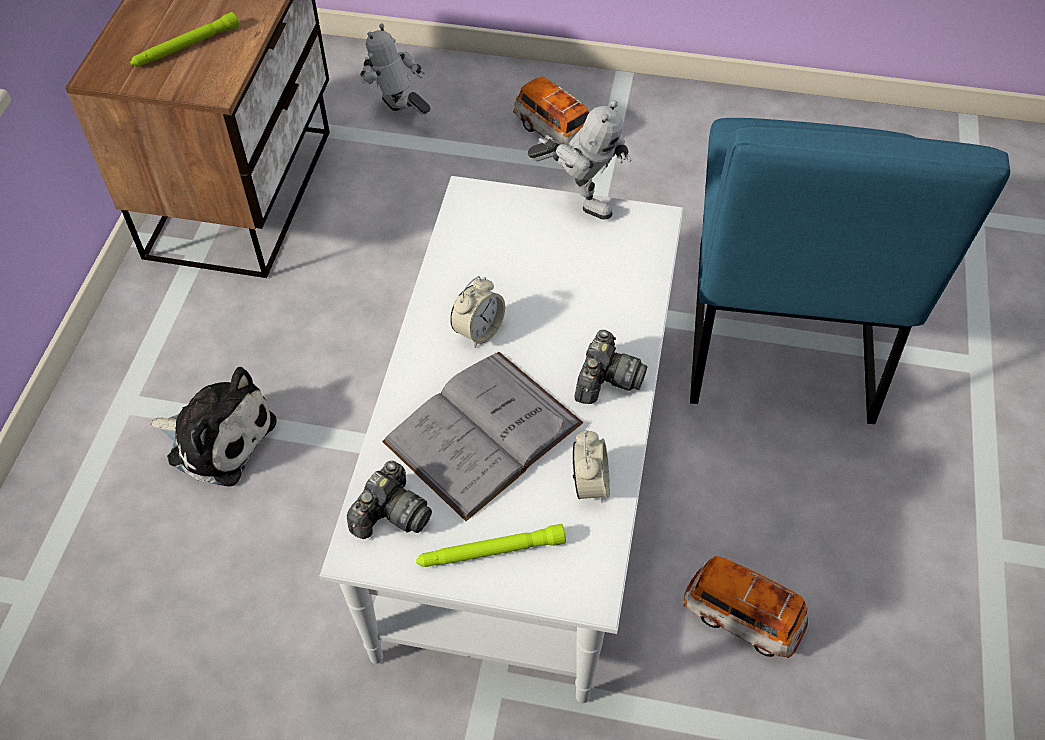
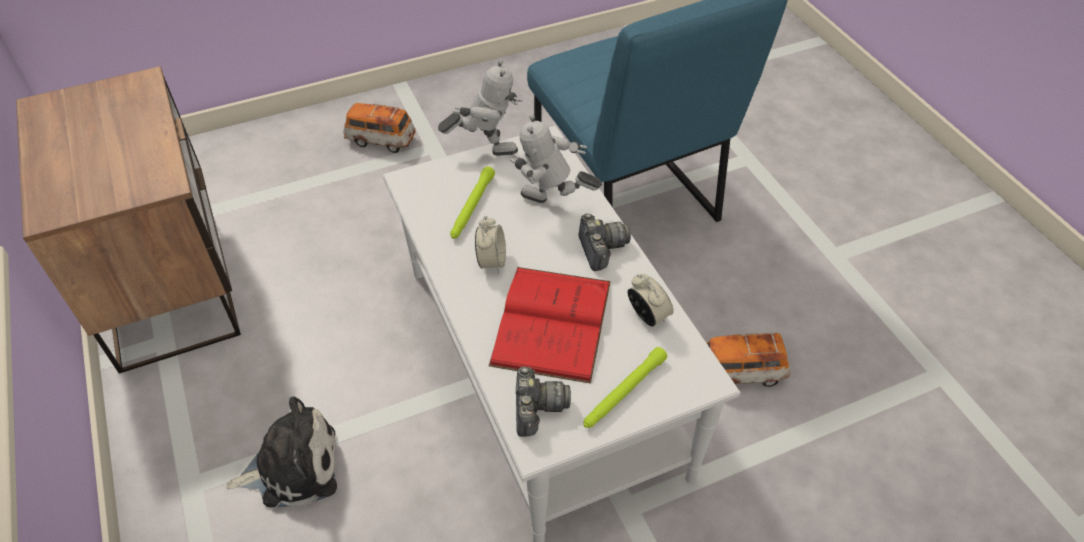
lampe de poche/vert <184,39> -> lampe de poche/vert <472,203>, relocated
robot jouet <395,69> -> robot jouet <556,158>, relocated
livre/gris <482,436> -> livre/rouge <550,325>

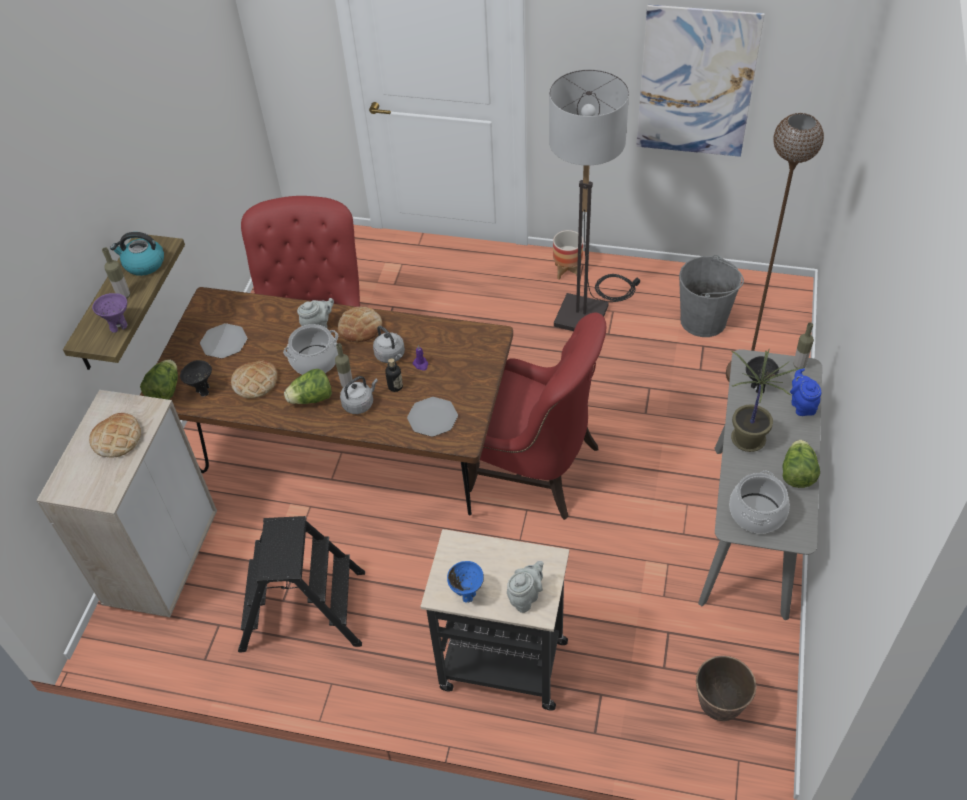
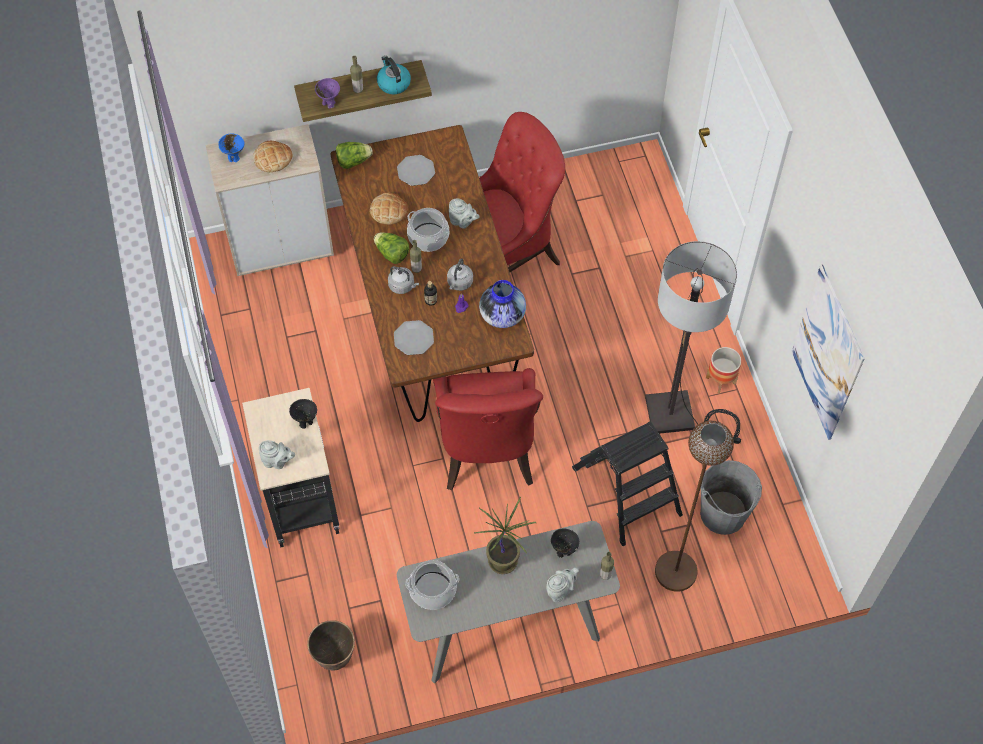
pain <360,324> -> none
bol/noir <196,378> -> bol/noir <303,414>, relocated
théière/bleu <805,392> -> théière/gris <562,585>
laitue <801,464> -> none
escabeau/noir <301,584> -> escabeau/noir <627,483>, relocated
bol/bleu <465,582> -> bol/bleu <231,147>, relocated
none -> vase <502,304>

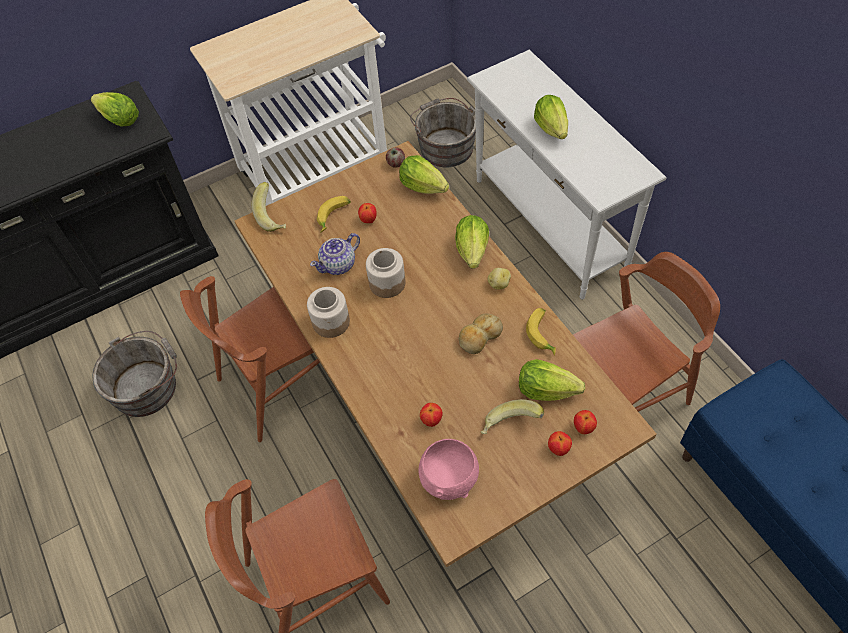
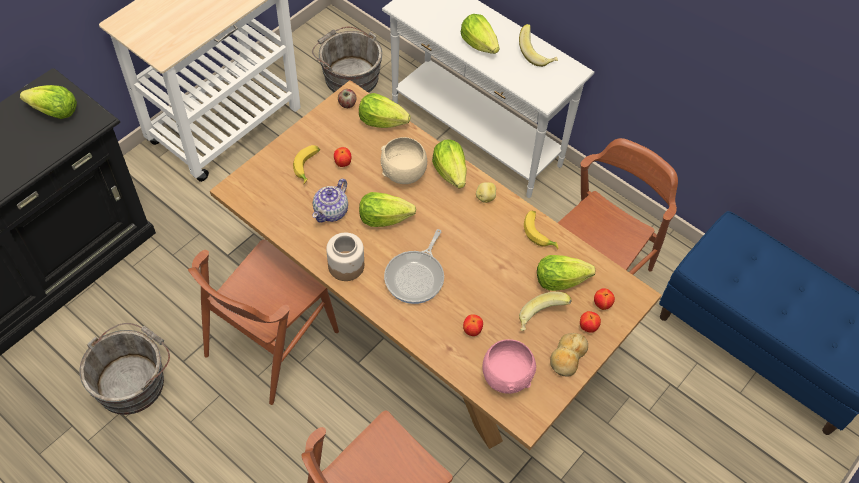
banane <269,207> -> banane <538,45>, relocated
bocal <386,273> -> laitue <387,209>
pain <481,334> -> pain <569,355>, relocated
none -> bol/beige <404,160>
none -> poêle <414,266>

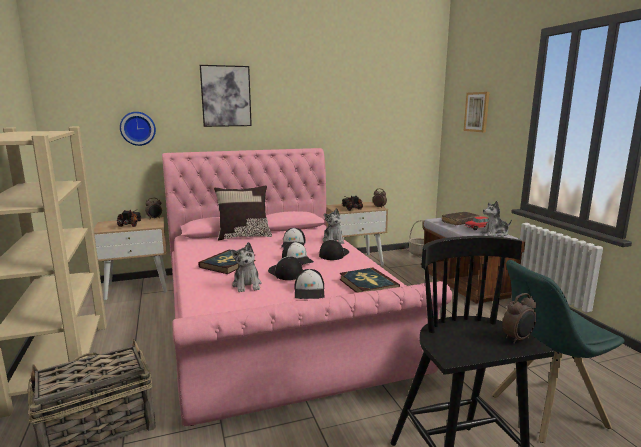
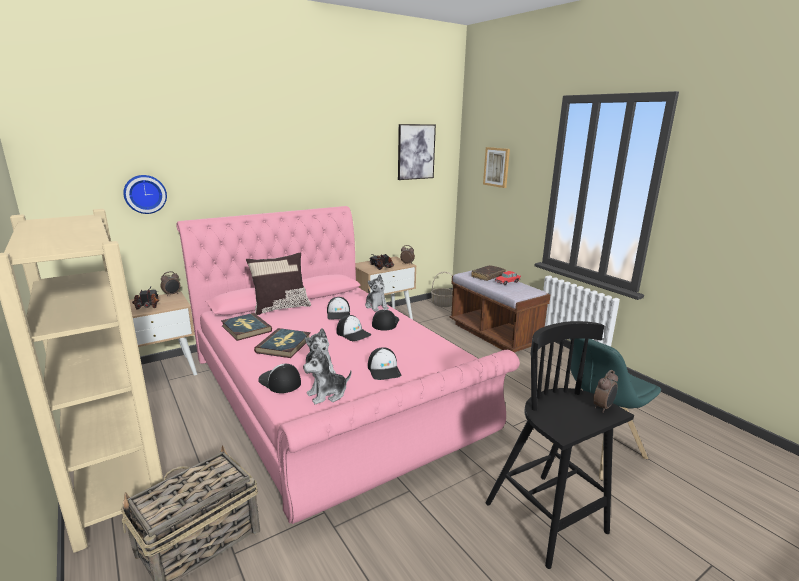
tableau <226,96> -> tableau <417,152>, relocated
peluche <496,219> -> peluche <327,376>, relocated
casquette <285,268> -> casquette <279,378>, relocated
livre <369,280> -> livre <246,327>, relocated

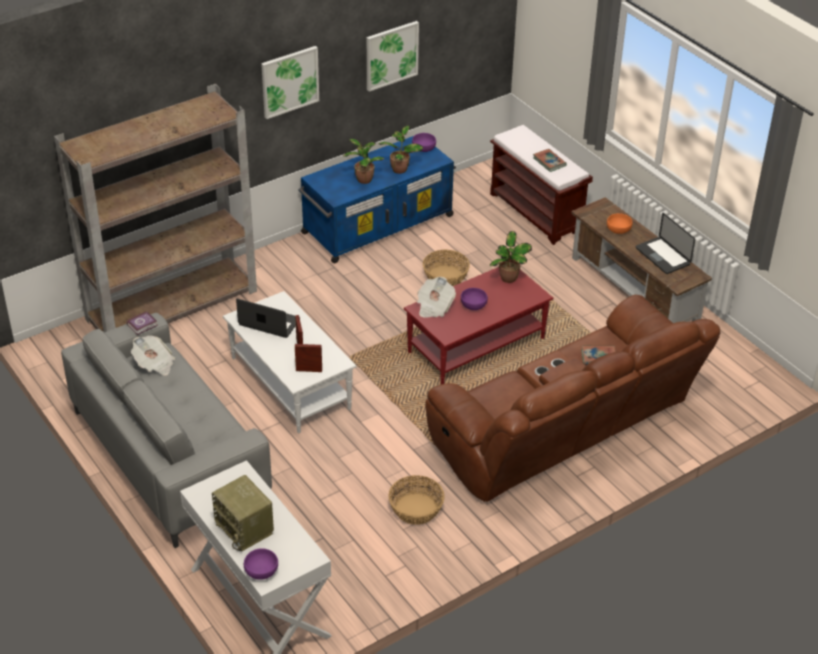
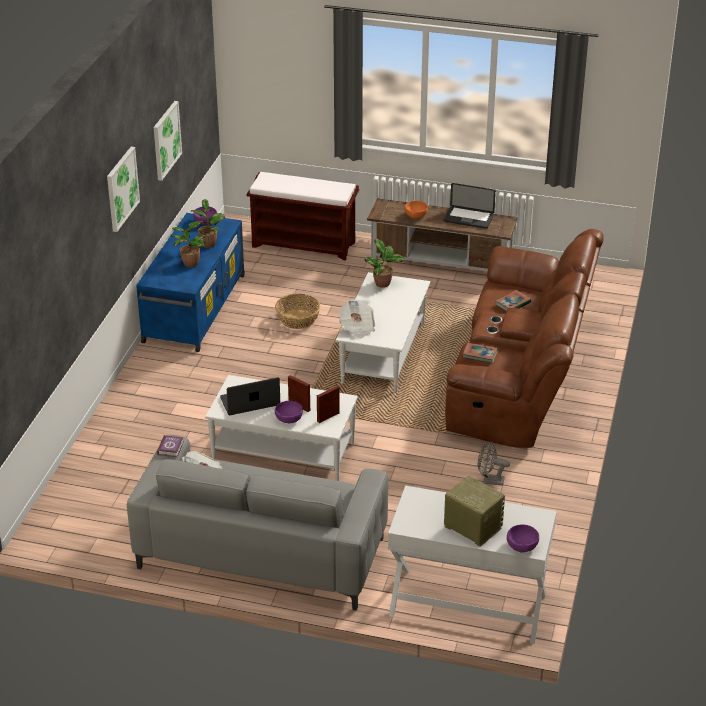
bibliothèque/marron <155,208> -> none
livre <550,160> -> livre <480,353>, relocated
table basse/rouge <478,325> -> table basse/blanc <383,332>
bol/violet <474,299> -> bol/violet <289,412>, relocated
radio <243,513> -> radio <474,511>, 150 degrees counterclockwise
panier <416,500> -> ventilateur/gris <494,464>

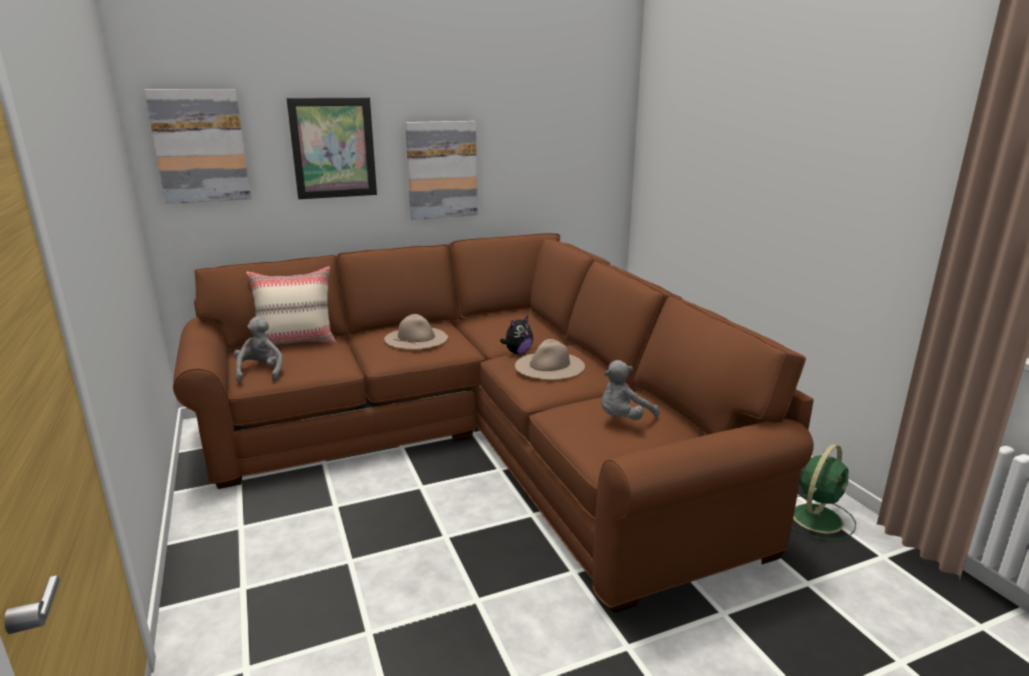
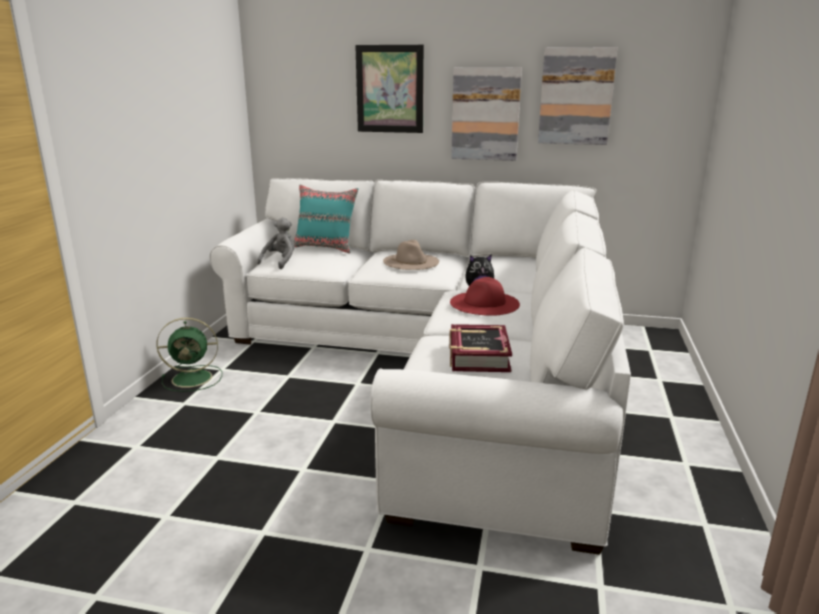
tableau <197,146> -> tableau <578,96>, relocated
canapé/marron <493,423> -> canapé/blanc <420,366>
coussin/beige <291,305> -> coussin/turquoise <326,218>
chapeau/beige <550,359> -> chapeau/rouge <485,296>
peluche/gris <630,390> -> livre <480,348>
ventilateur/vert <823,492> -> ventilateur/vert <189,355>, relocated

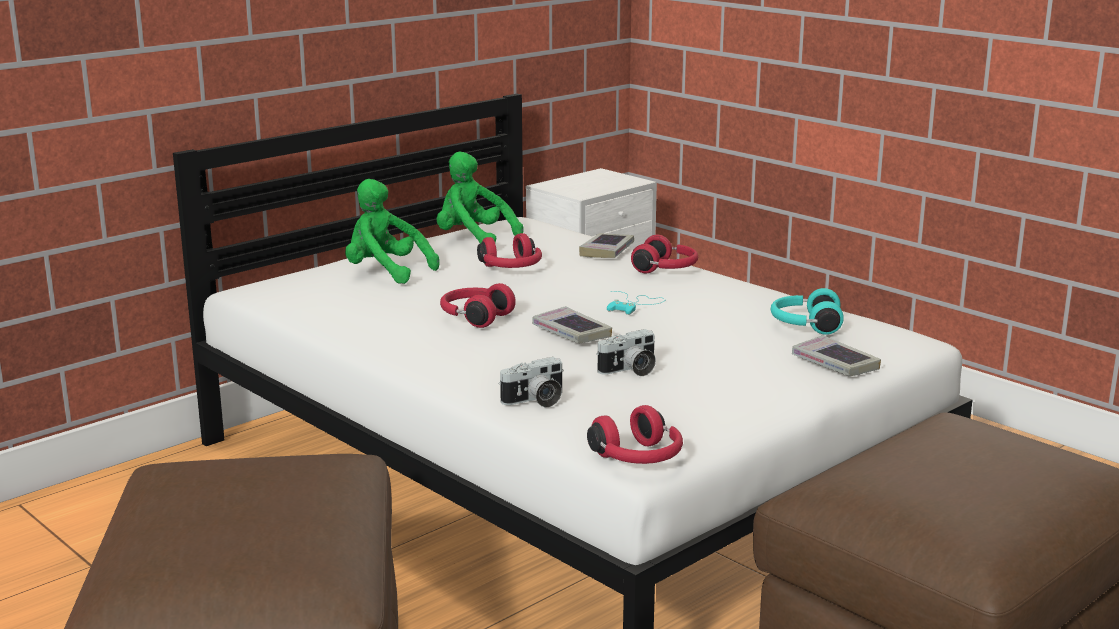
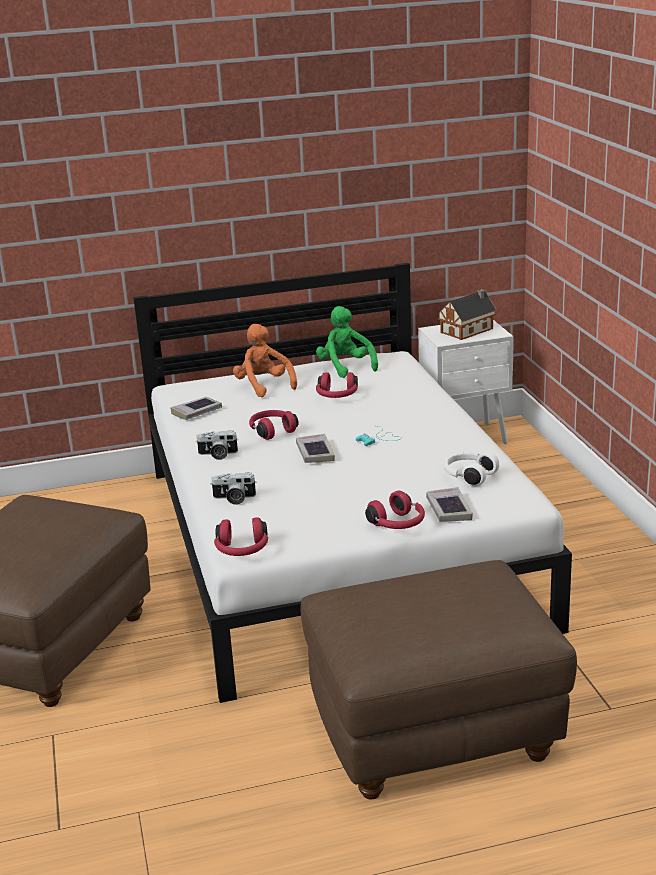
peluche/vert <392,231> -> peluche/orange <265,360>
livre <606,245> -> livre <196,408>, relocated
casque audio/rouge <664,254> -> casque audio/rouge <395,510>, relocated
casque audio/turquoise <807,311> -> casque audio/blanc <471,468>
appareil photo <626,352> -> appareil photo <217,445>, relocated
none -> maison miniature <467,314>

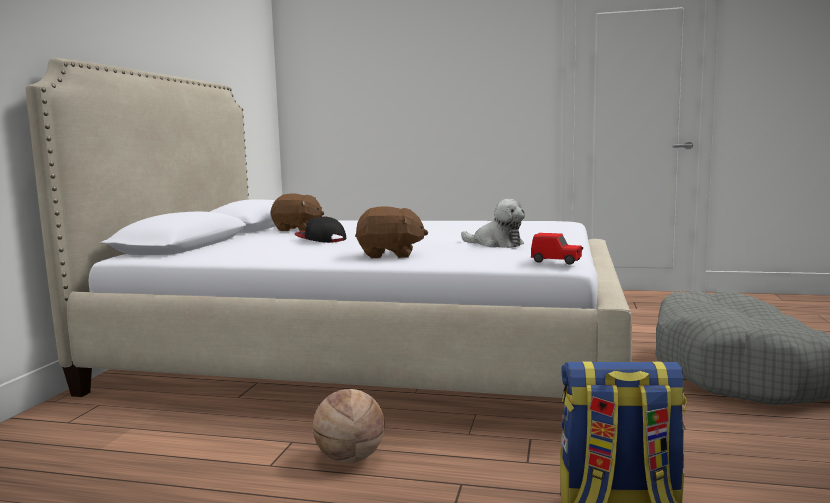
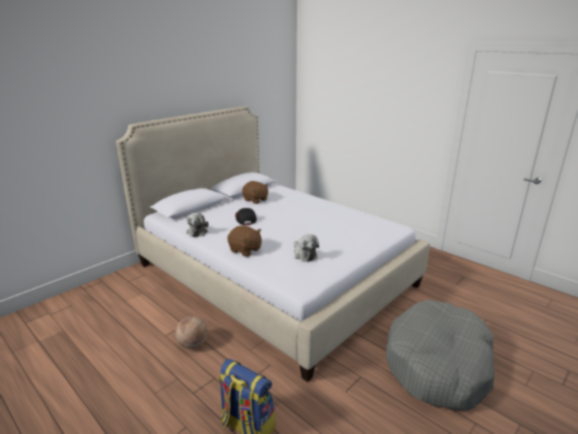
petite voiture/rouge <557,249> -> none
none -> peluche <197,225>

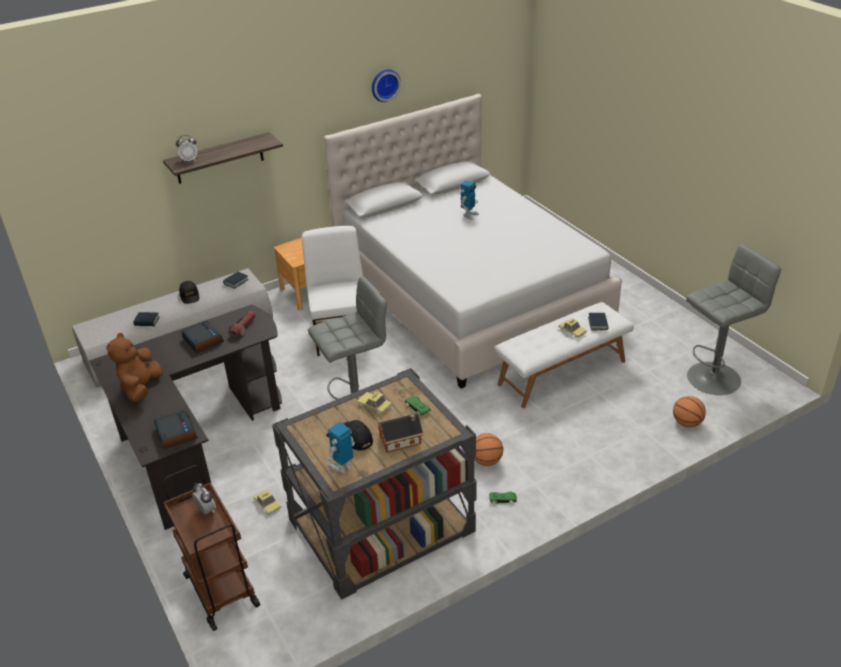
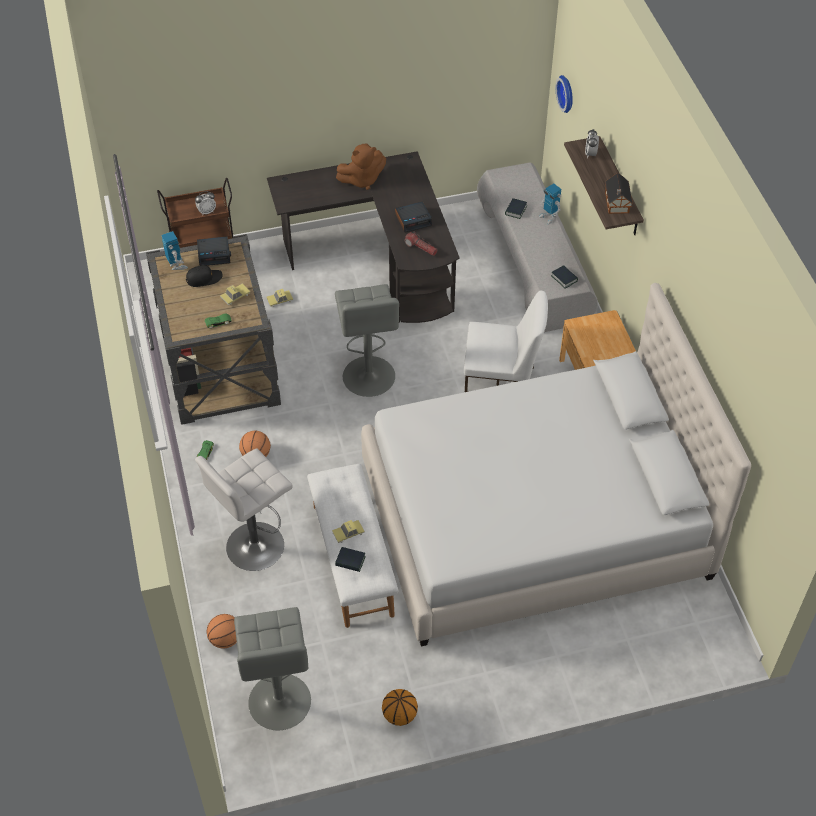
horloge murale <386,85> -> horloge murale <564,94>, relocated
robot jouet <470,200> -> robot jouet <550,204>, relocated
casquette/noir <189,292> -> none
peluche/marron <134,367> -> peluche/marron <361,167>, 135 degrees clockwise
réveil <176,430> -> réveil <214,251>, relocated
maison miniature <400,433> -> maison miniature <619,193>, relocated
none -> tabouret/blanc <244,509>
none -> ballon de basket <400,707>

